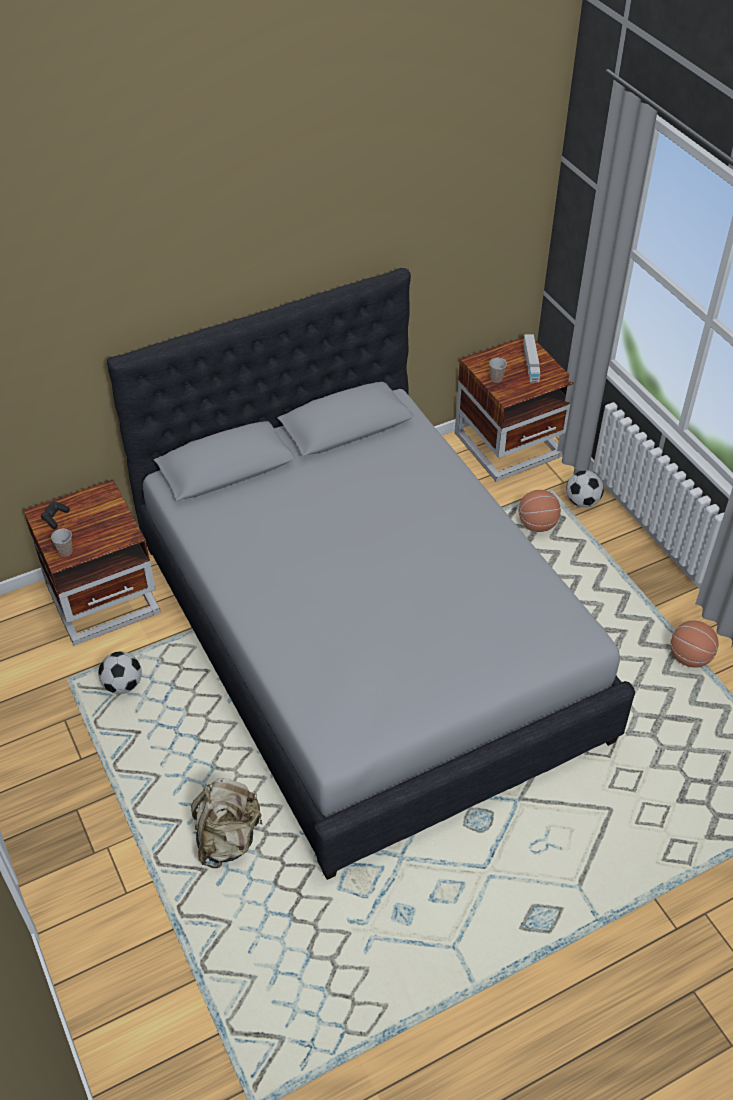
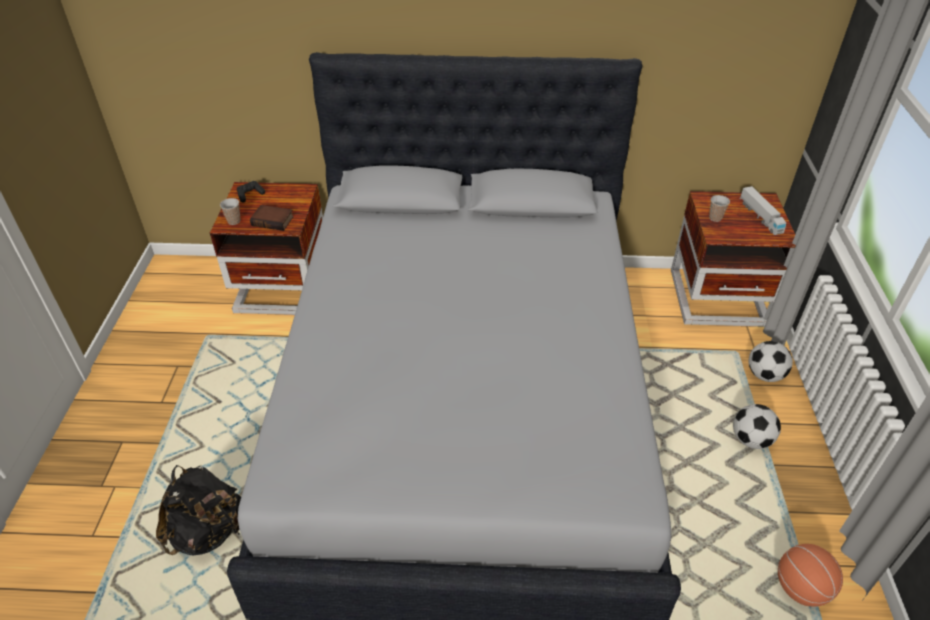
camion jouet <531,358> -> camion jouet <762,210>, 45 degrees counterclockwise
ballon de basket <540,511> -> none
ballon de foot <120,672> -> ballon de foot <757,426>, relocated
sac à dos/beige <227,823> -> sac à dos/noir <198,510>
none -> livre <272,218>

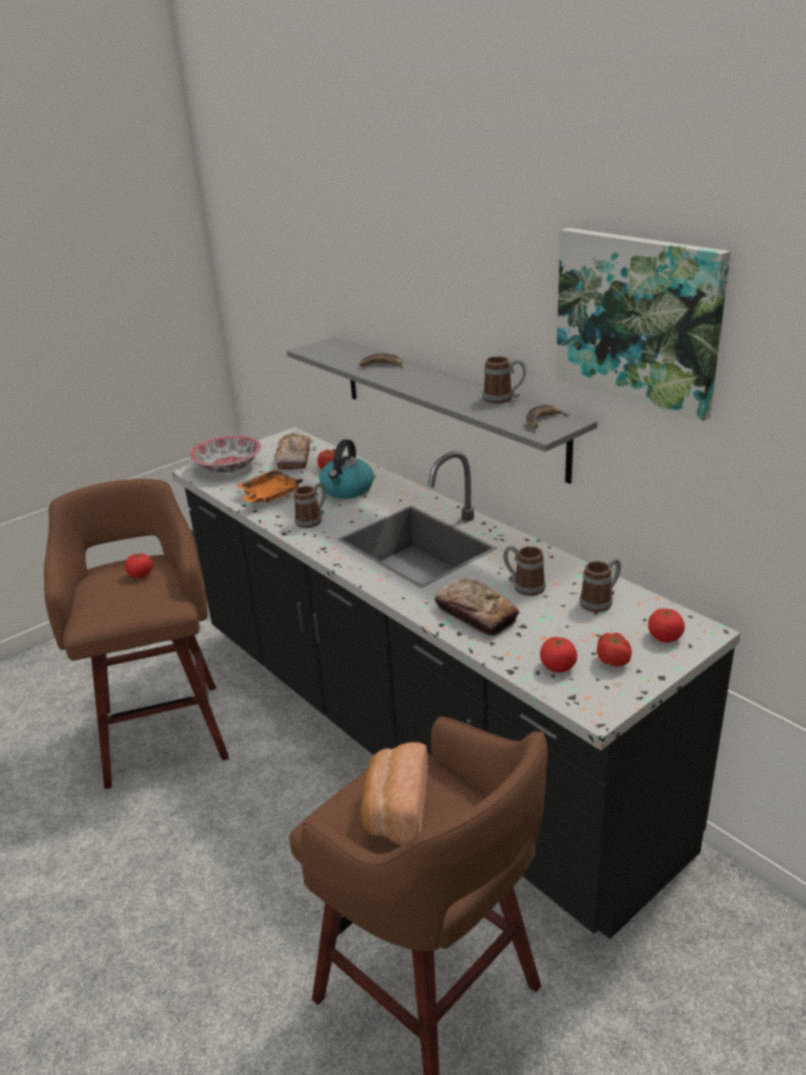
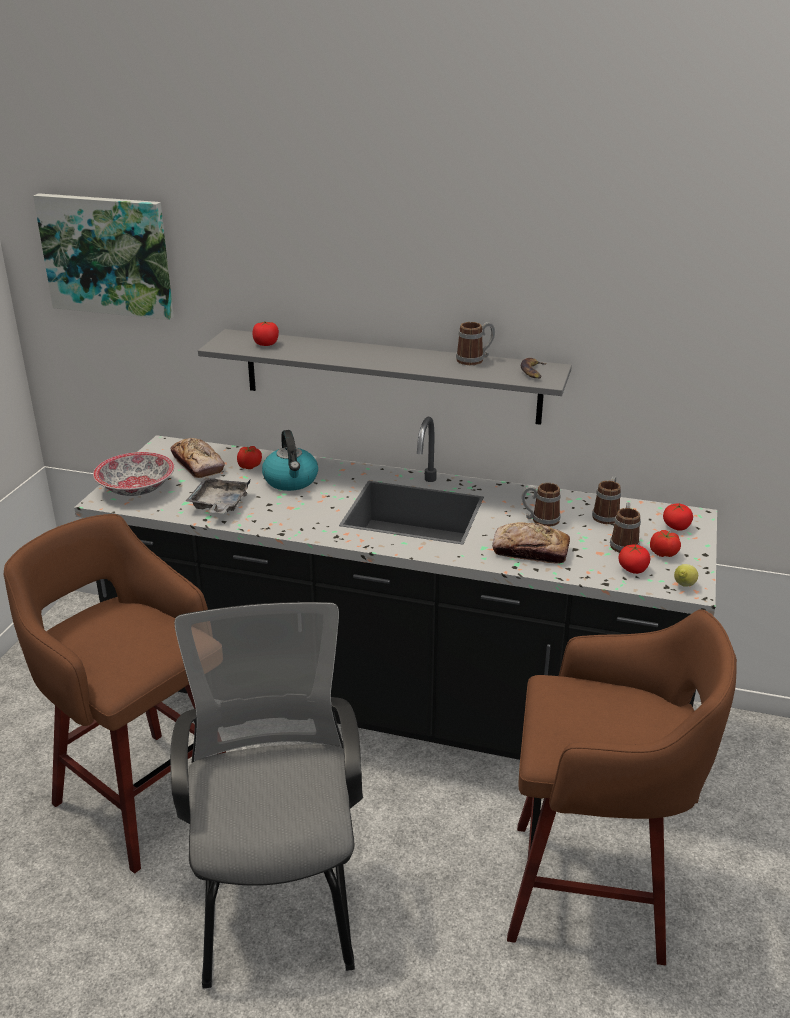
tableau <643,325> -> tableau <103,256>, relocated
banane <381,361> -> none
plateau/orange <270,486> -> plateau/gris <218,495>
mug <310,505> -> mug <625,528>, relocated
tomate <139,565> -> tomate <265,333>, relocated
pain <394,793> -> none
none -> citron <686,575>
none -> chaise <266,795>

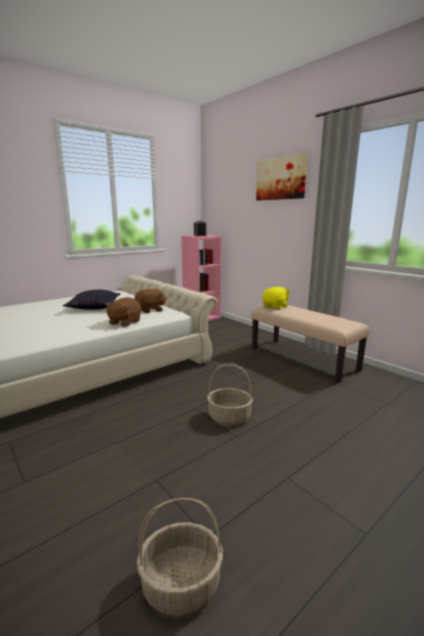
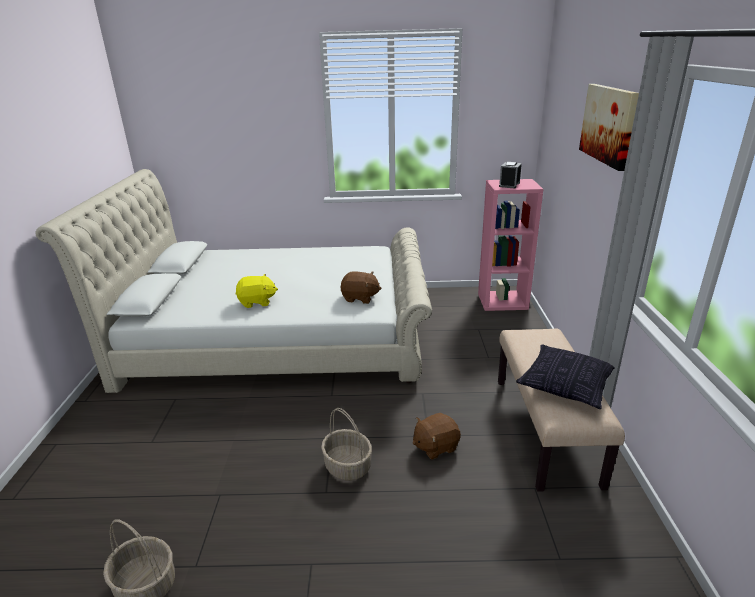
peluche/jaune <276,298> -> peluche/jaune <256,291>, relocated
coussin <91,300> -> coussin <565,376>, relocated
peluche/marron <123,312> -> peluche/marron <437,436>, relocated

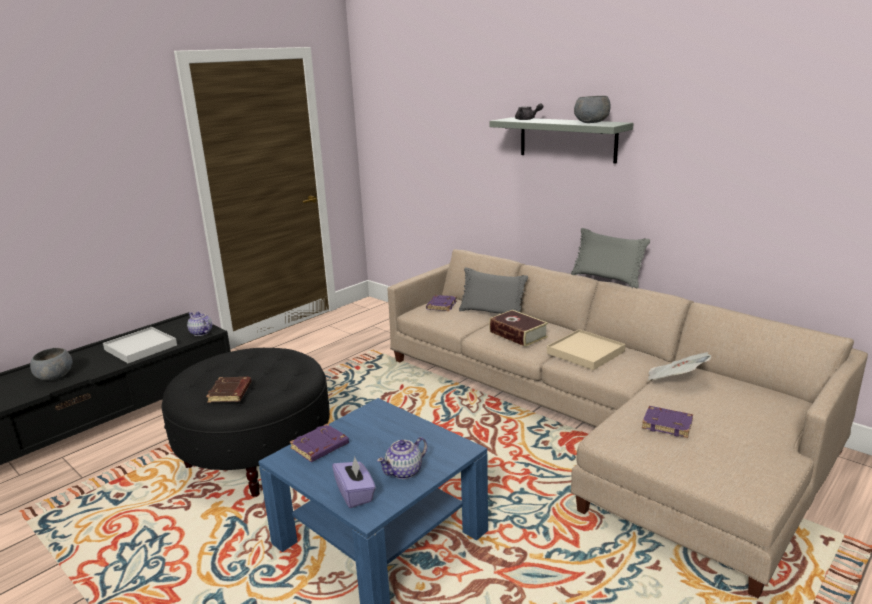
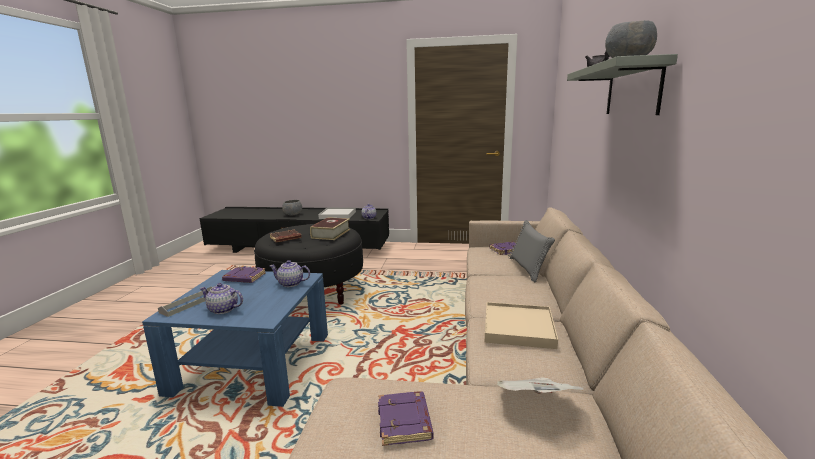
coussin/gris <610,258> -> none
livre <518,328> -> livre <330,228>, relocated
boîte à mouchoirs/violet <354,482> -> plateau/gris <185,301>
none -> théière <290,273>

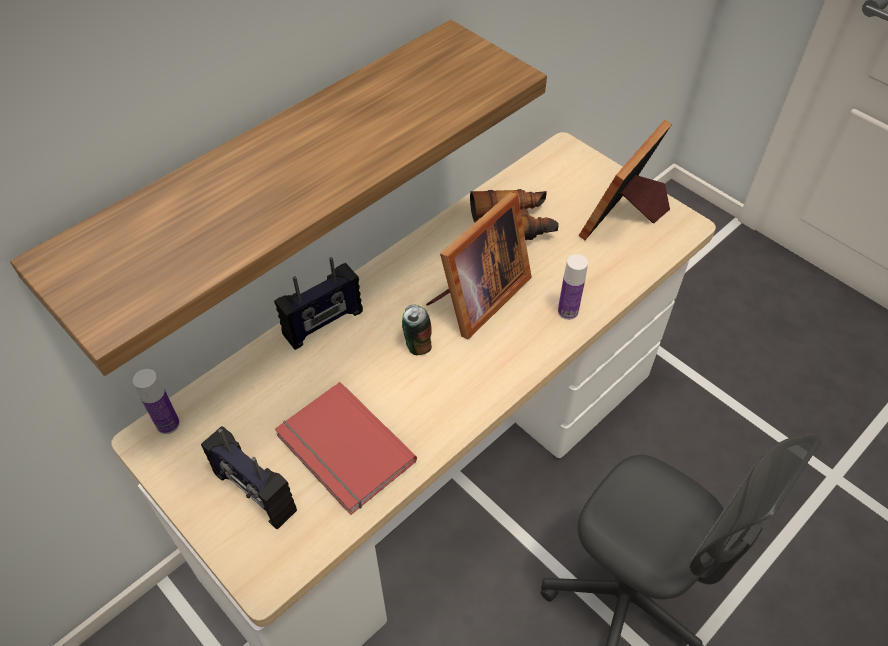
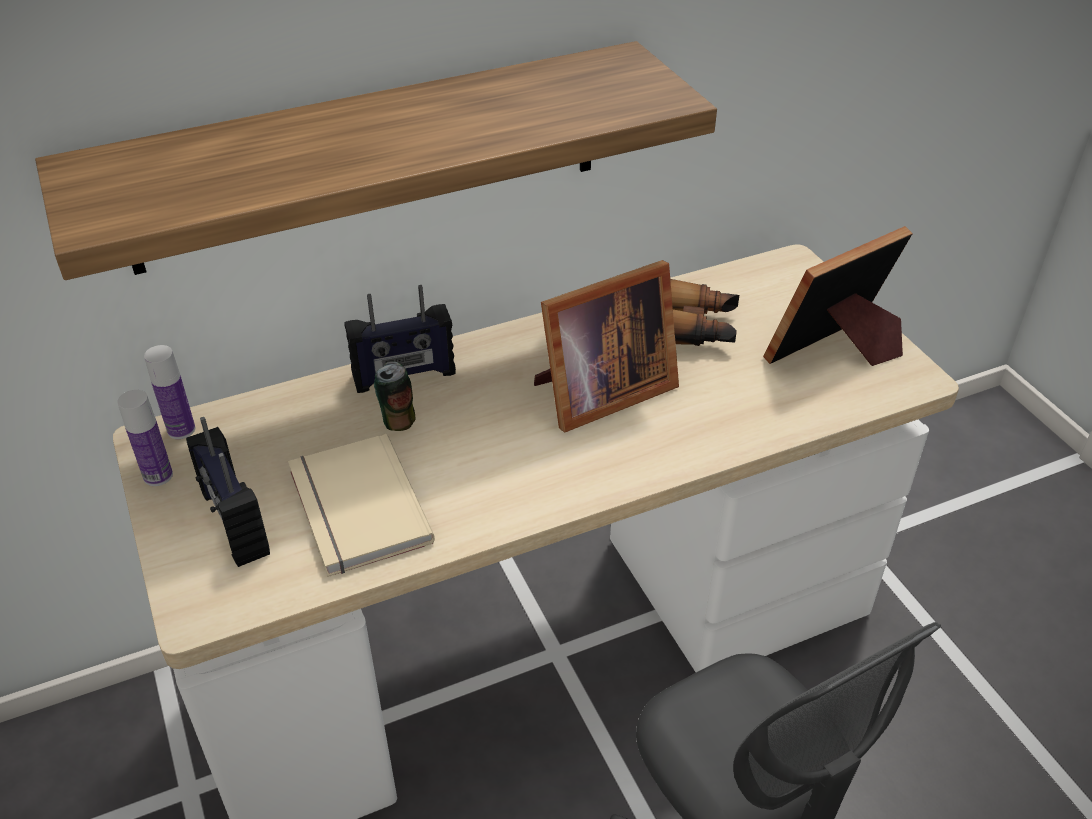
bouteille <573,287> -> bouteille <145,438>, relocated
boîte métallique <417,329> -> boîte métallique <395,396>, relocated
livre/rouge <346,448> -> livre/beige <361,505>

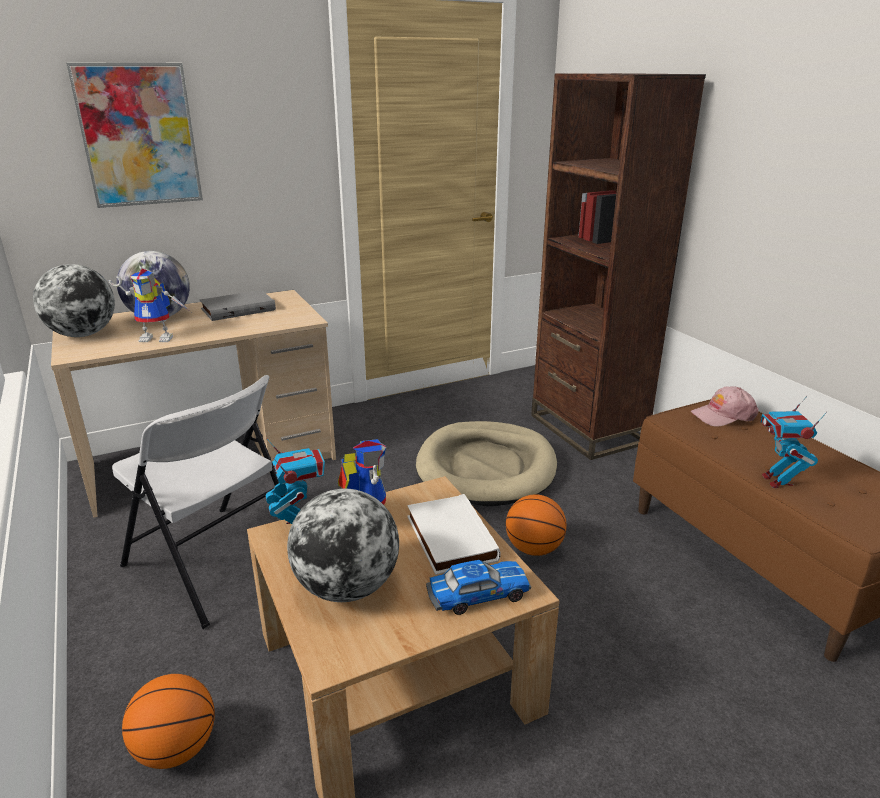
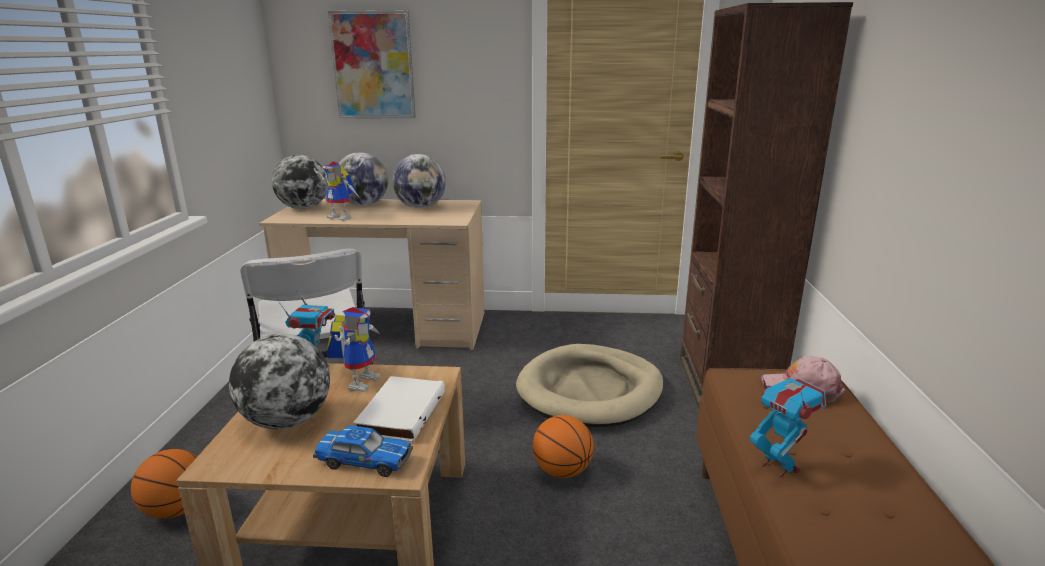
livre/gris <238,305> -> globe <419,181>
robot jouet <794,442> -> robot jouet <788,424>, 120 degrees clockwise

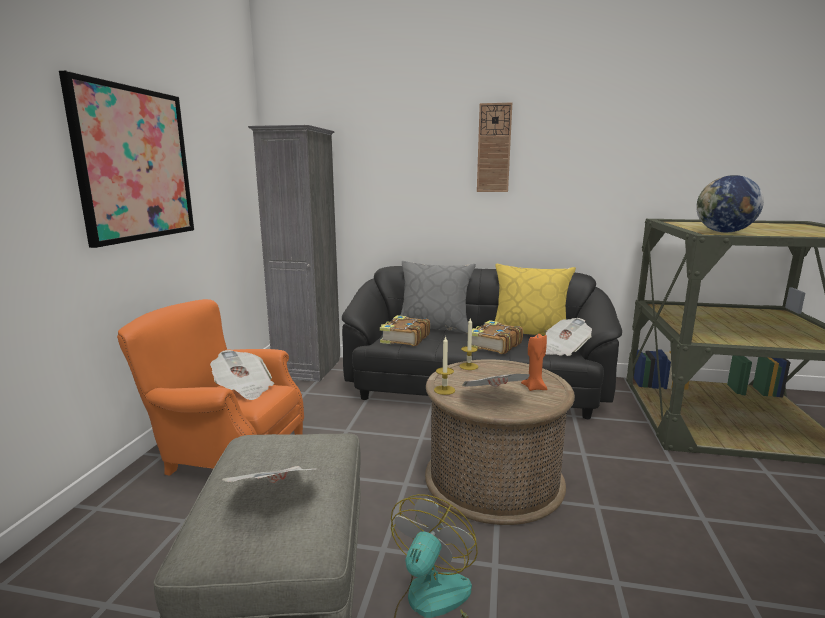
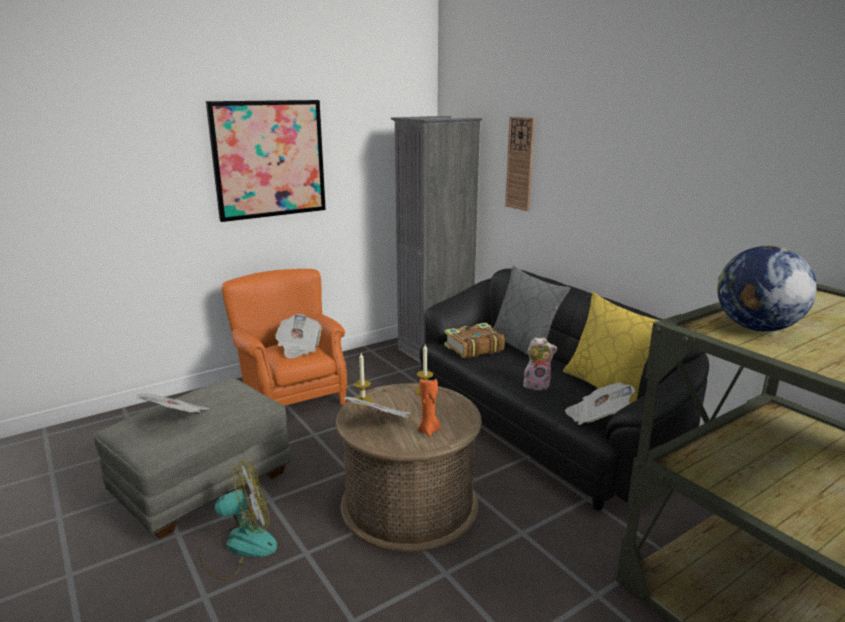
horloge murale <494,147> -> horloge murale <520,164>, relocated
livre <495,337> -> peluche <540,364>

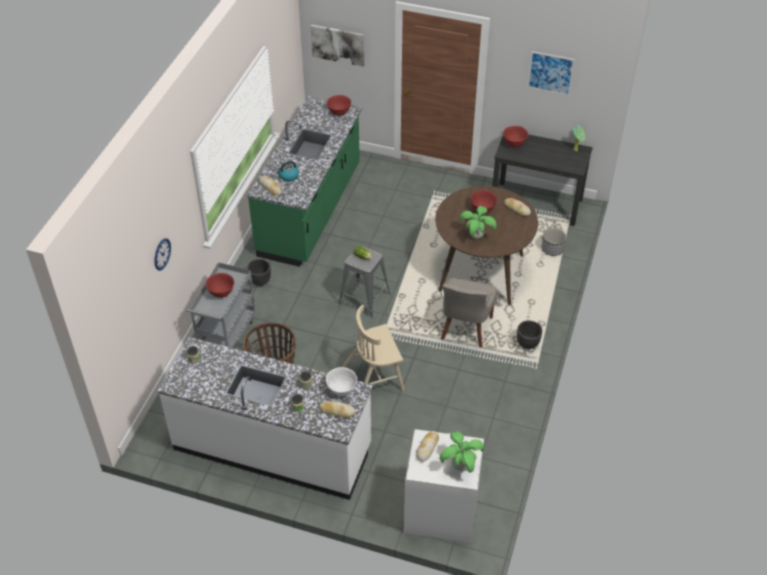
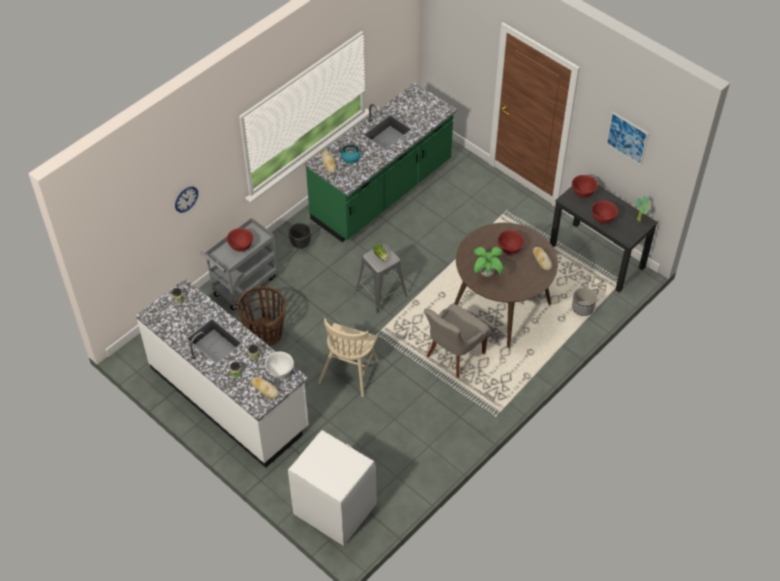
tableau <337,45> -> none
bol/rouge <339,105> -> bol/rouge <605,212>, relocated
chaise/beige <373,348> -> chaise/beige <349,357>, 75 degrees counterclockwise
cache-pot/noir <529,334> -> none
pain <427,446> -> none
plante en pot <462,452> -> none

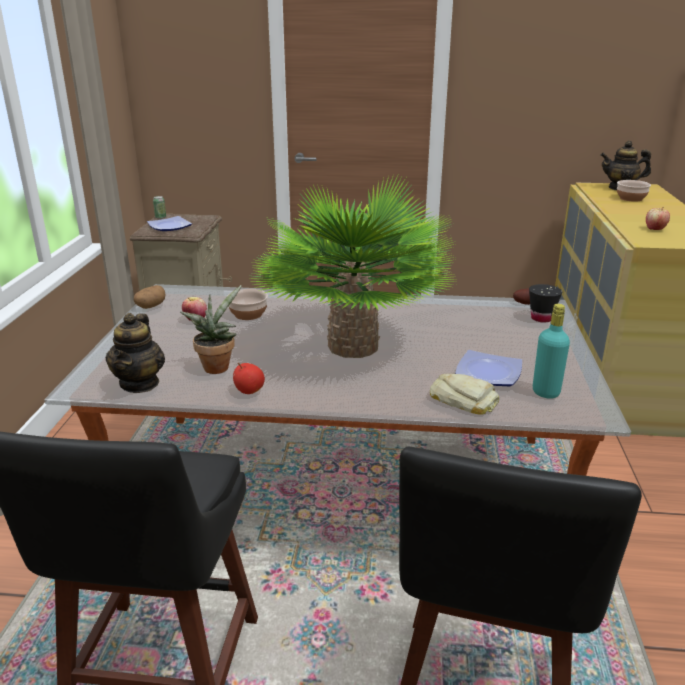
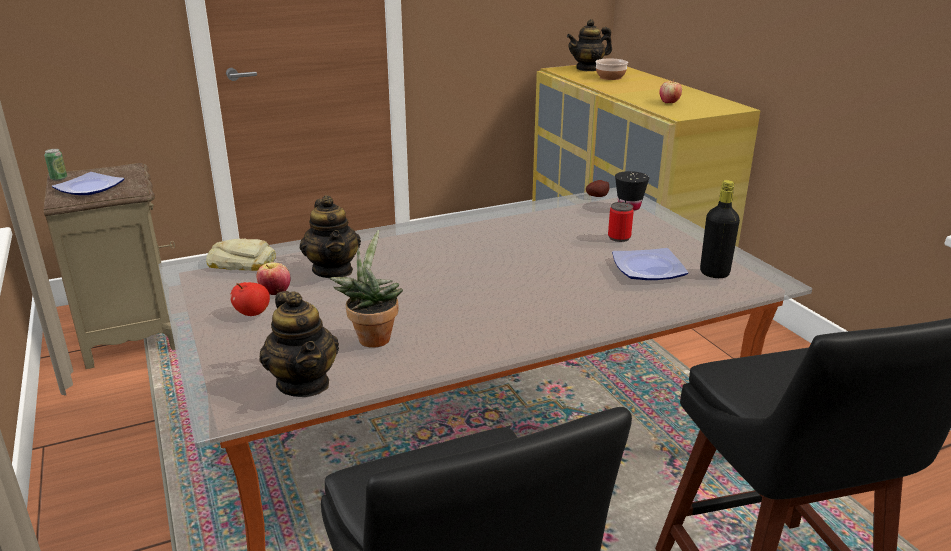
plante en pot <353,266> -> none
pomme de terre <149,297> -> none
bol <248,304> -> théière <330,236>
bouteille/turquoise <551,351> -> bouteille/noir <720,229>
pomme <249,378> -> pomme <250,299>, relocated
pain <464,394> -> pain <241,255>, relocated
none -> boîte métallique <621,222>

